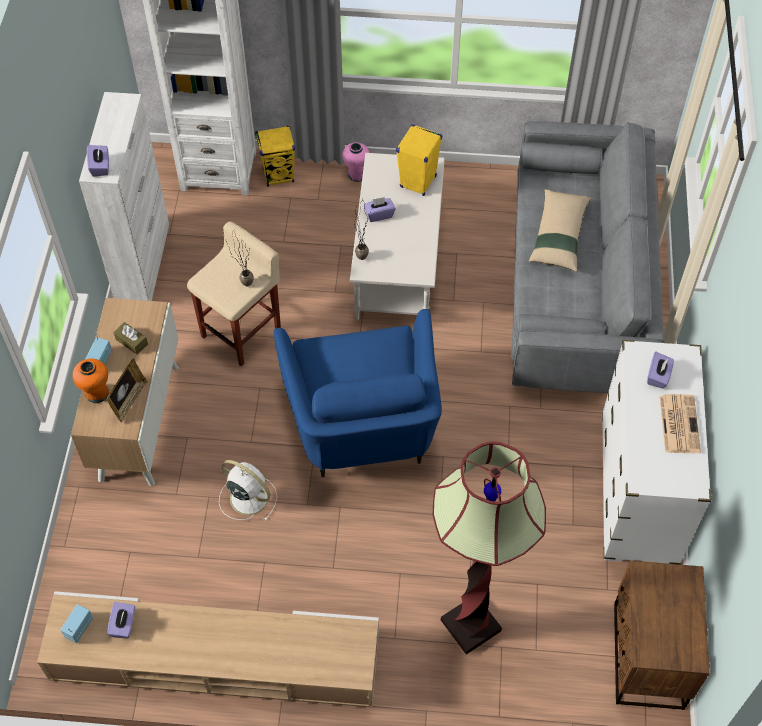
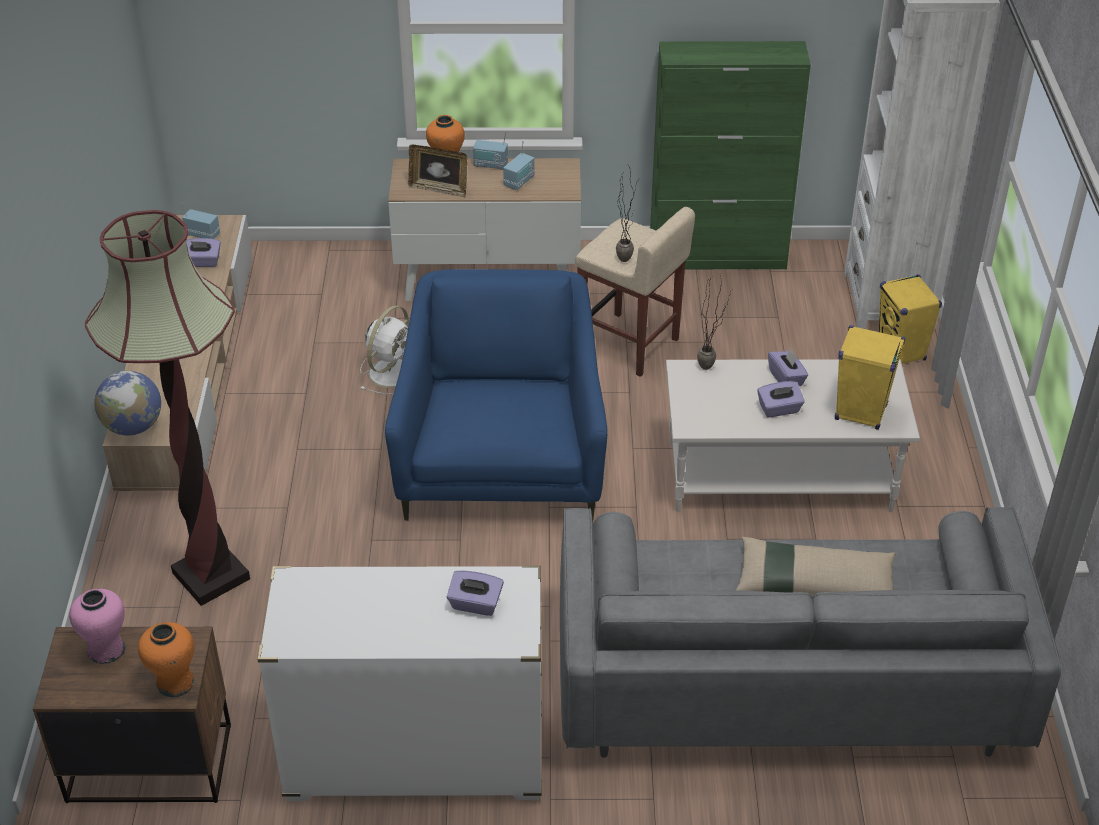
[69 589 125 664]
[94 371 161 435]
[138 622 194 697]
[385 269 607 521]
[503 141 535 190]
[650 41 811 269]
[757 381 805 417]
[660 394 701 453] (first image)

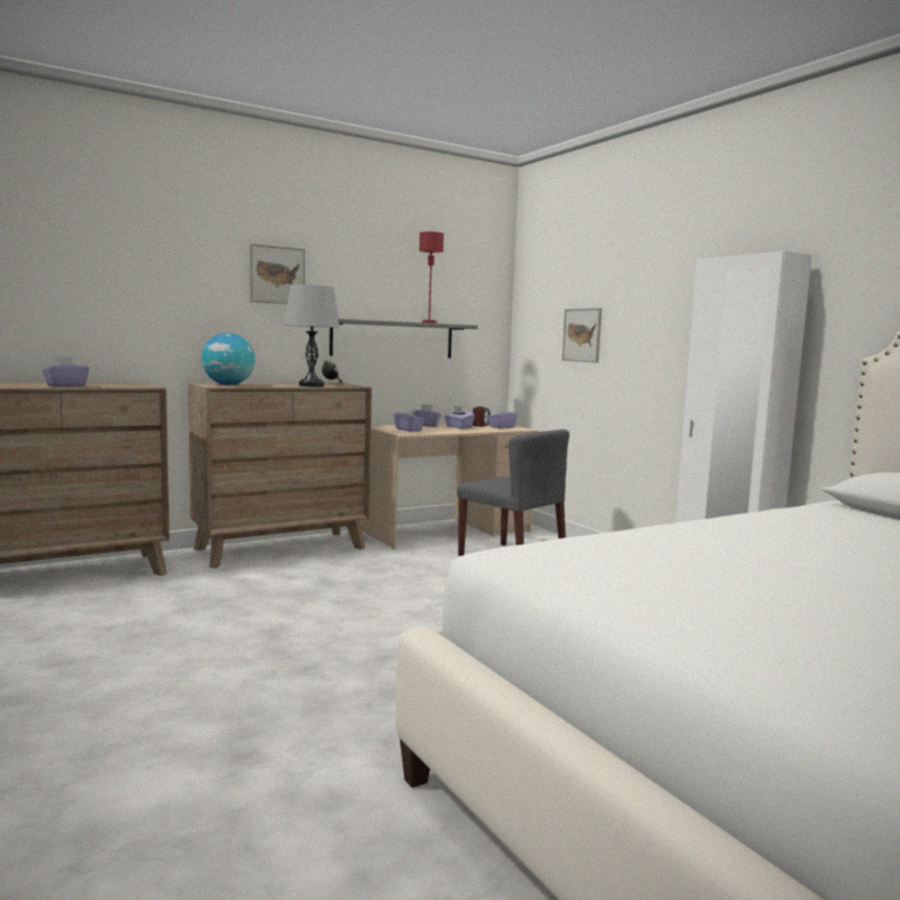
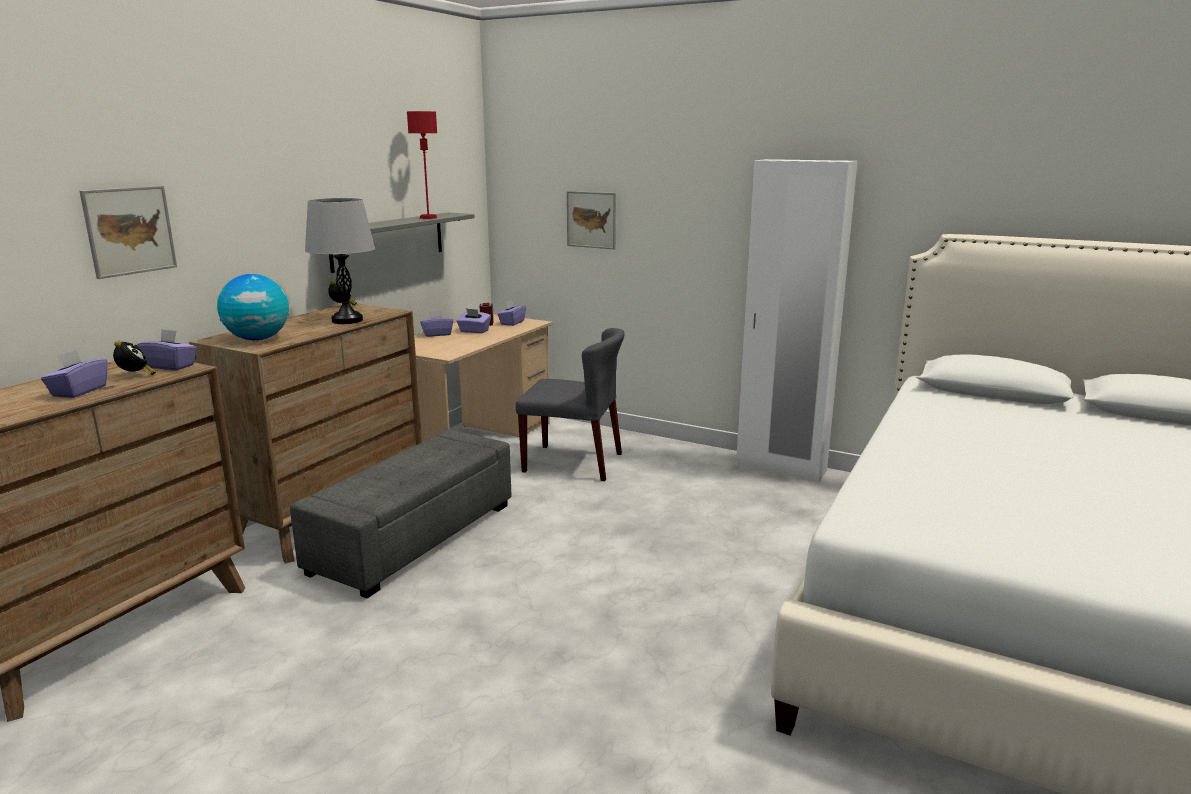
[79 186 177 279]
[113 341 156 375]
[137 329 197 370]
[290 430 512 598]

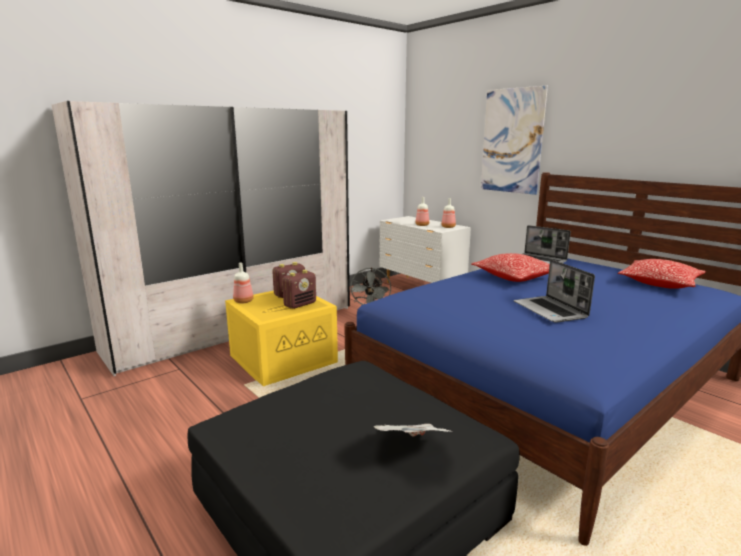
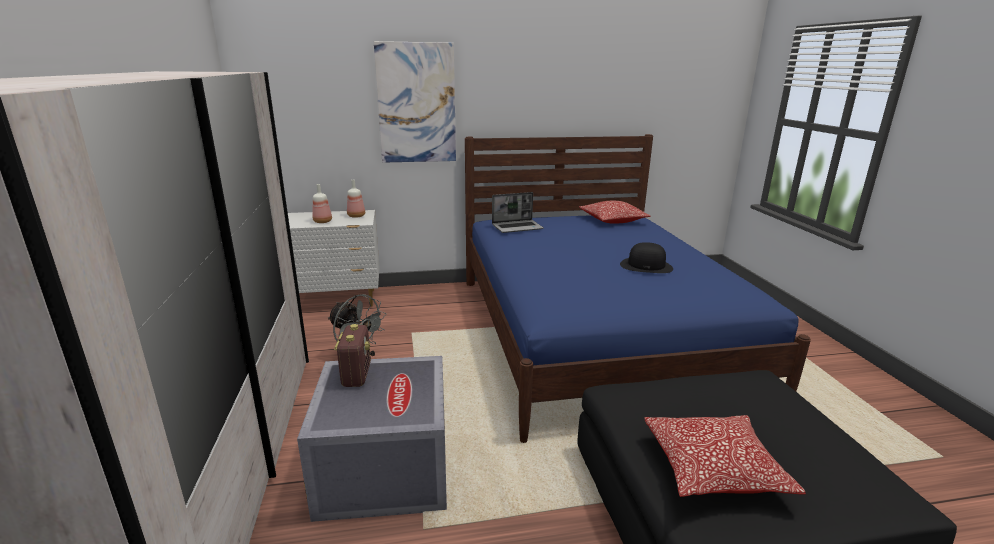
[297 356 447 522]
[620 242 673 273]
[644 415 806 497]
[233 263 254 303] (first image)
[282 270 316 309] (first image)
[373 424 451 437] (first image)

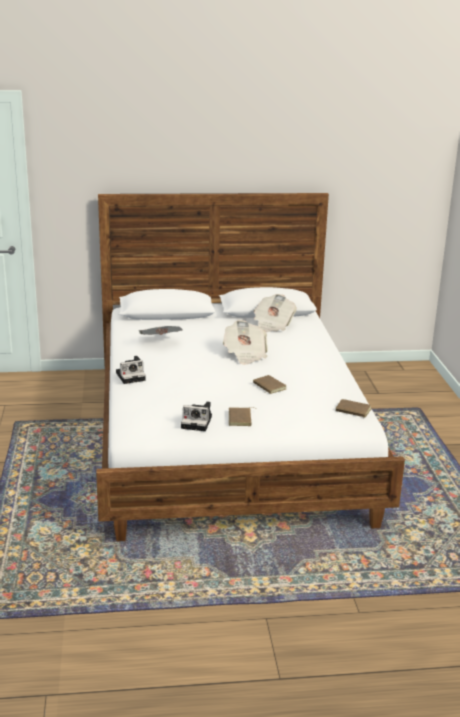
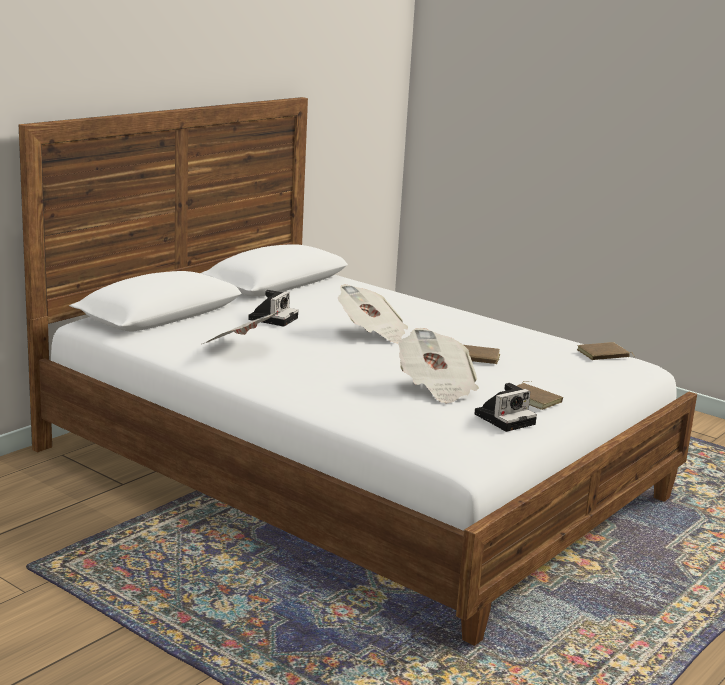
[248 290 298 327]
[398 328 479 404]

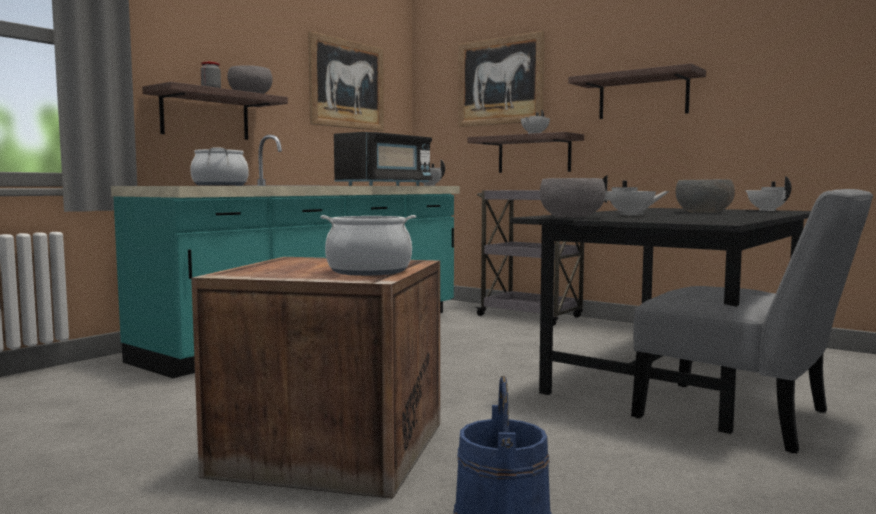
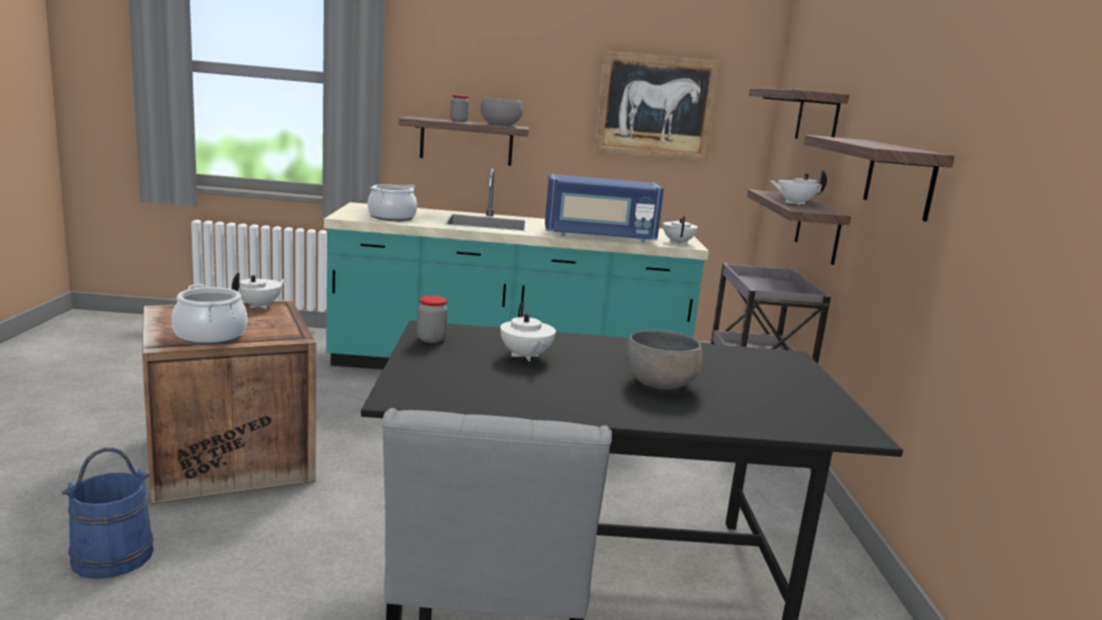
[232 273 287 309]
[417 296 448 343]
[545 174 664 243]
[749 88 849 139]

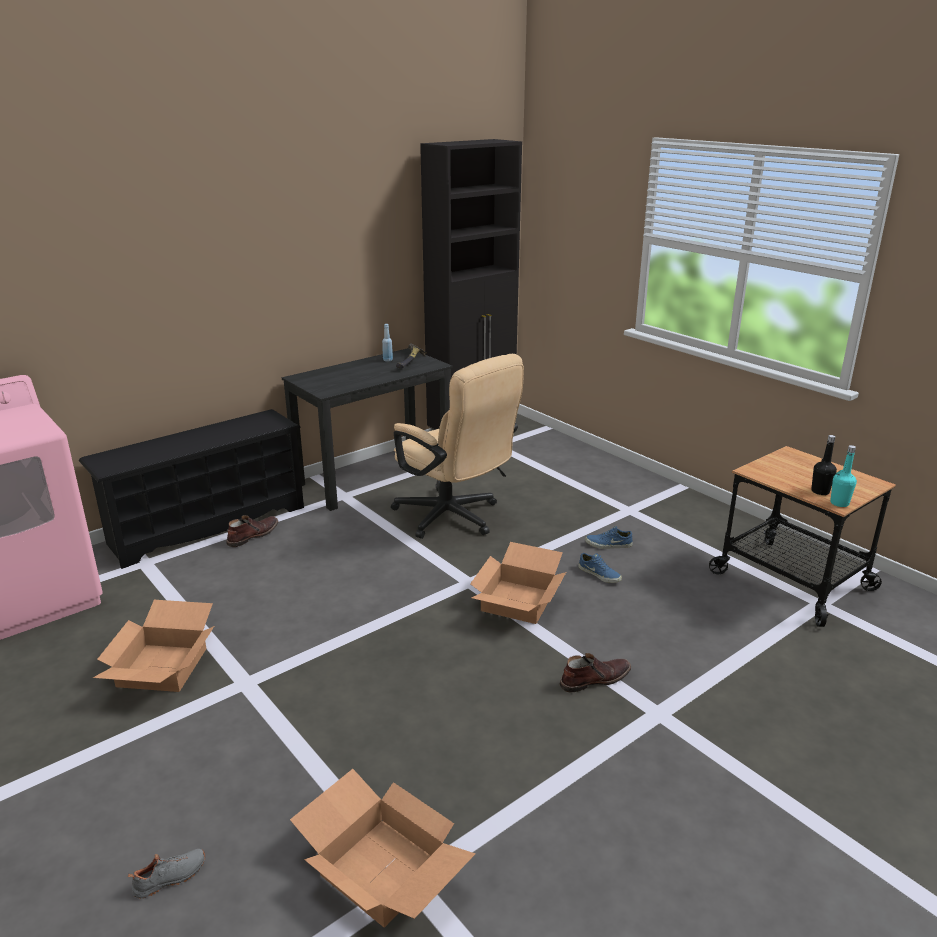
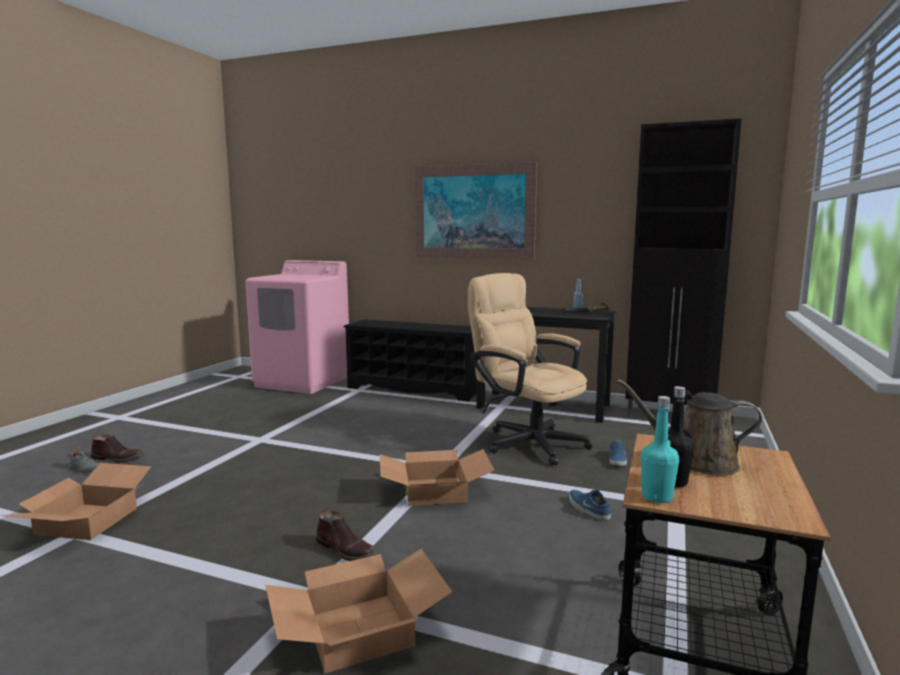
[91 434 144 462]
[265 549 452 673]
[415 162 537 259]
[468 273 592 465]
[610 440 627 466]
[617 379 762 475]

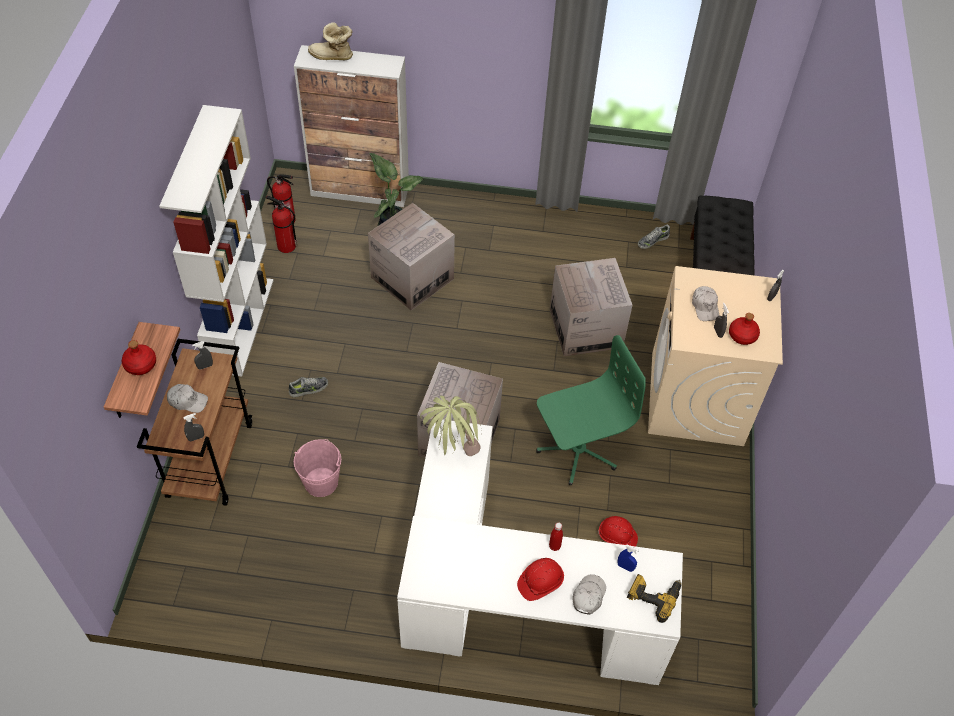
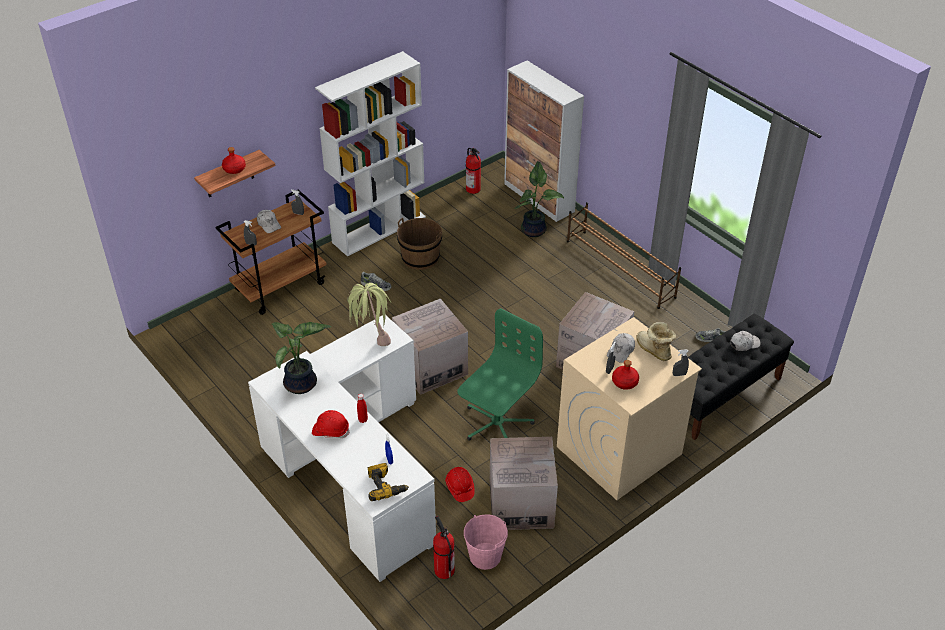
[272 322 331 394]
[397 217 442 270]
[433 516 455 579]
[457 308 543 441]
[464 514 508 570]
[490 437 558 530]
[567 202 681 309]
[636 322 676 361]
[730 331 761 351]

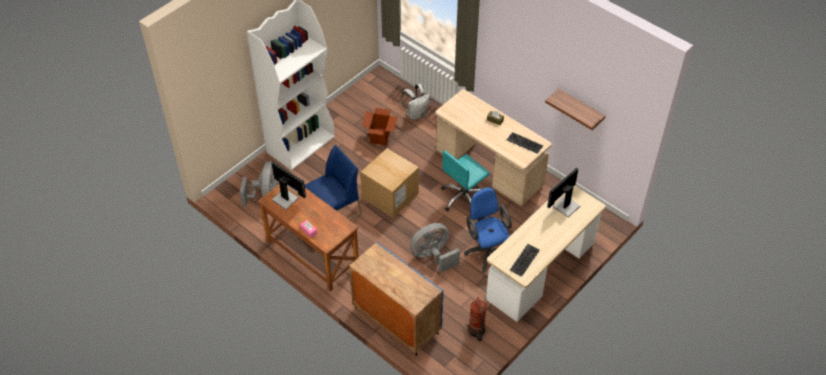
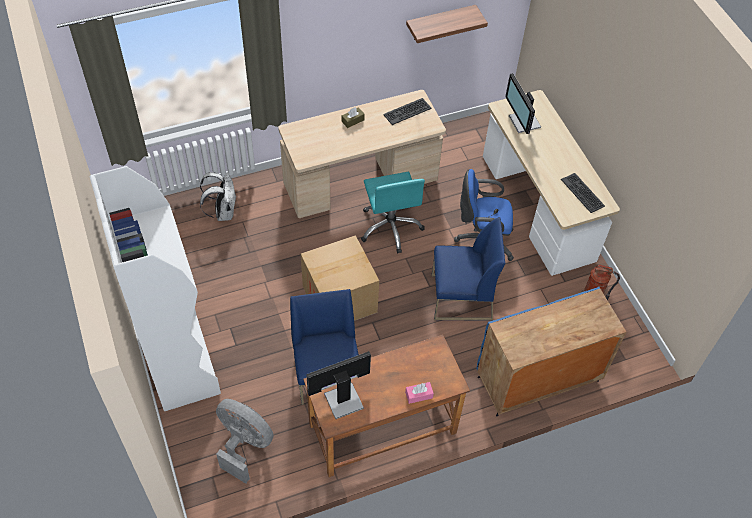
[432 217 505 321]
[361 108 398 146] (first image)

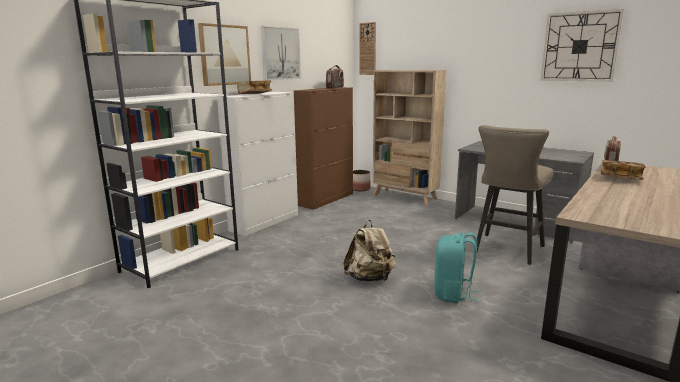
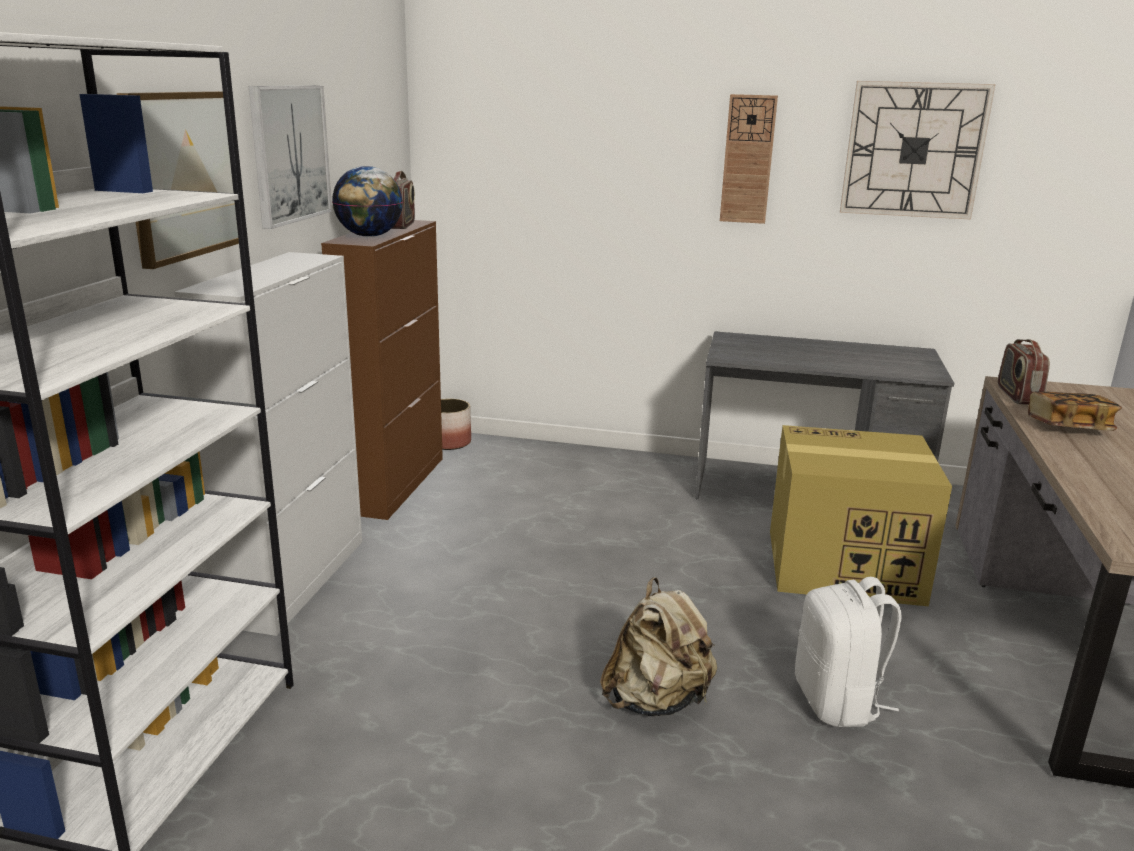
[332 166 403 237]
[720 94 778 224]
[770 425 952 606]
[795 577 902 727]
[237 80 272 94] (first image)
[373 70 446 206] (first image)

